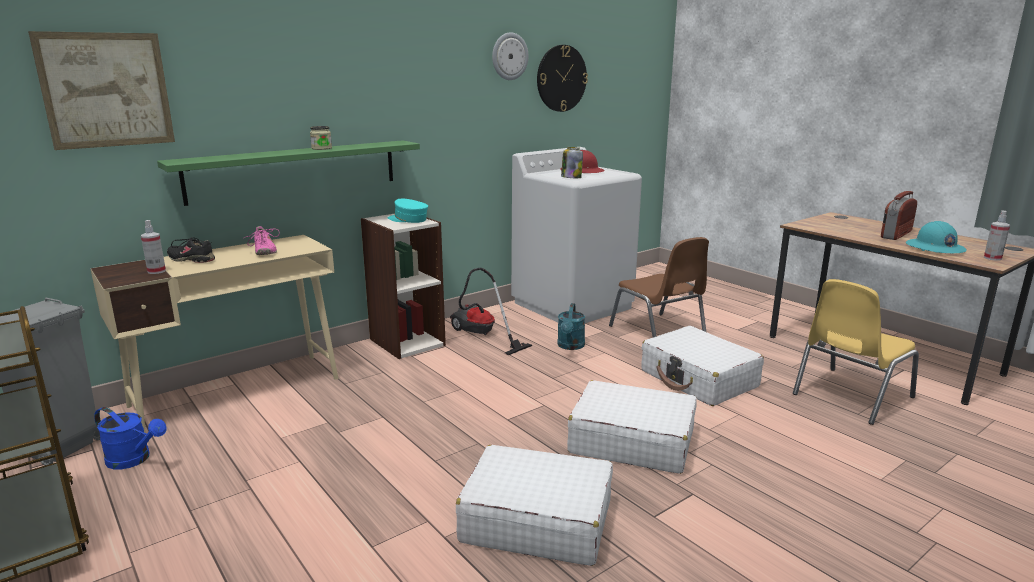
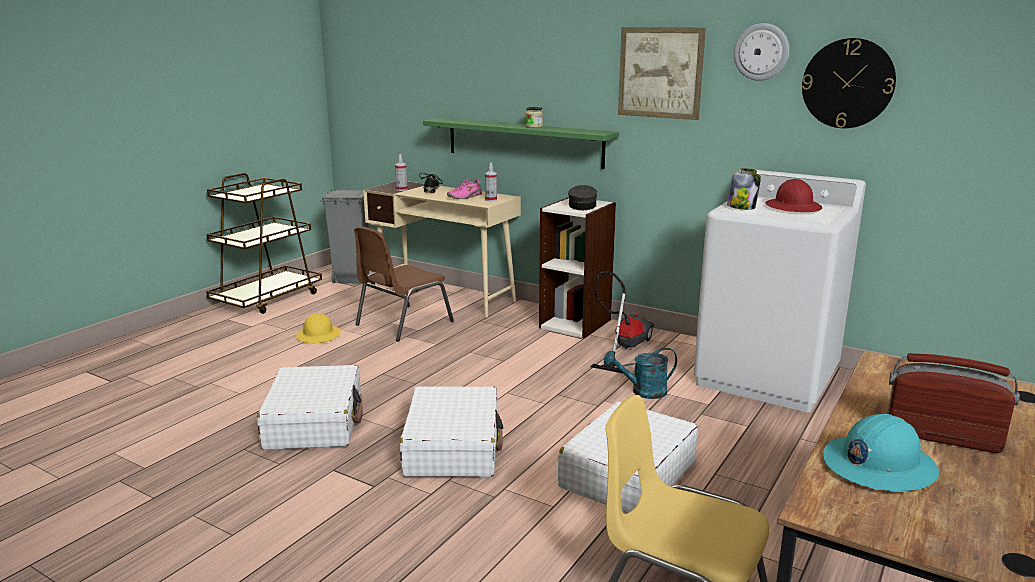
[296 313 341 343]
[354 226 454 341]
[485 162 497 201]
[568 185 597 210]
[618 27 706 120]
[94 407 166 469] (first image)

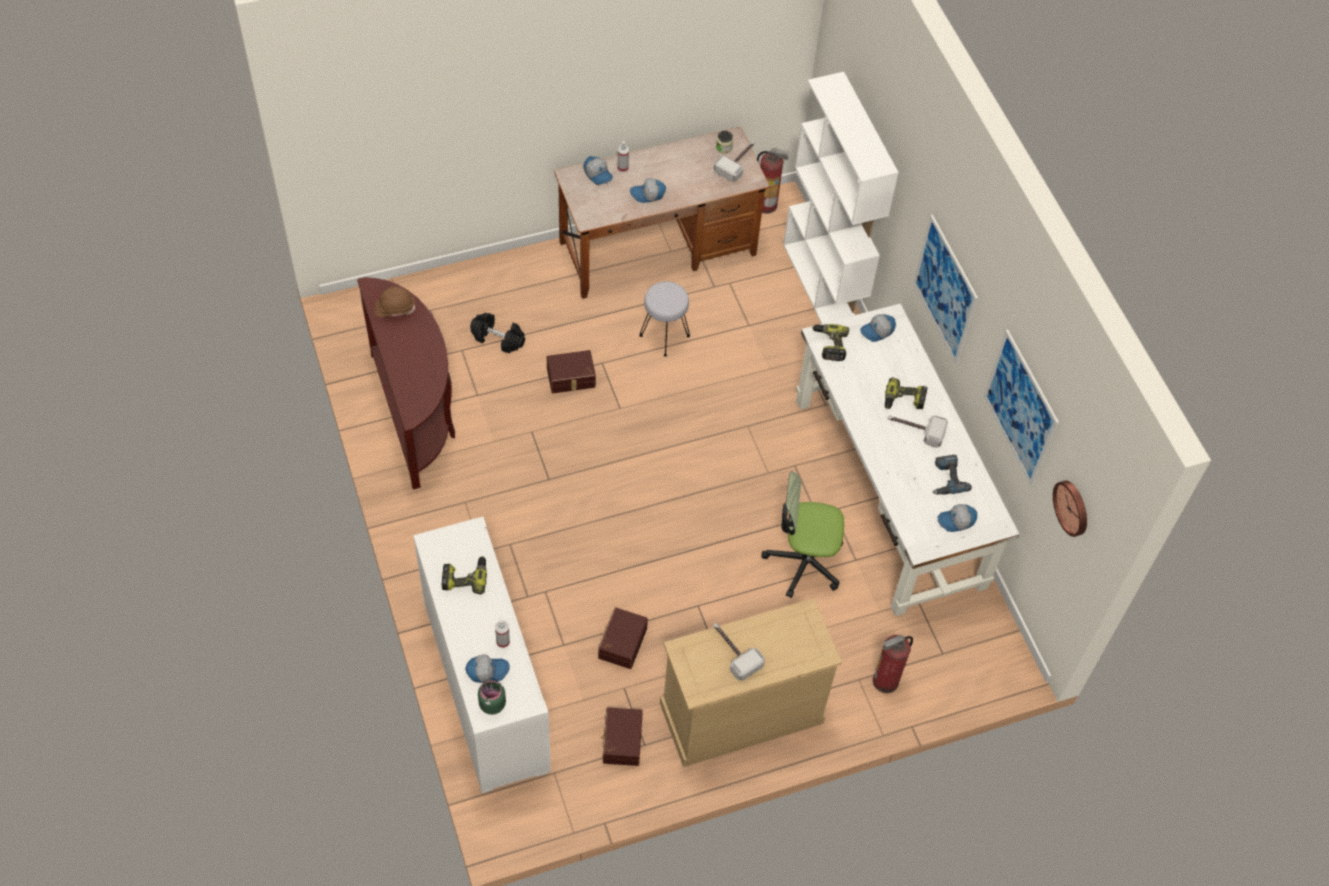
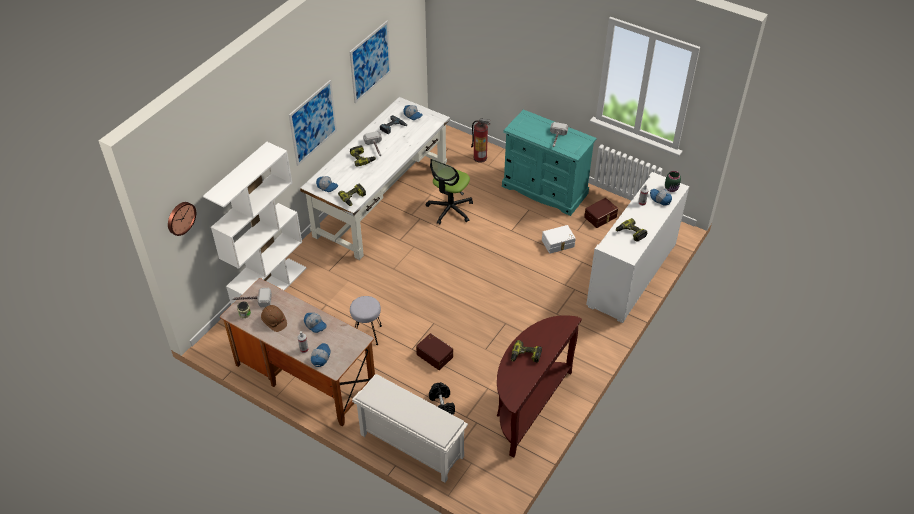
[168 202 196 236]
[261 305 287 332]
[352 374 468 483]
[426 159 473 224]
[502 109 597 216]
[511 340 542 363]
[542 225 576 254]
[757 148 789 214] (first image)

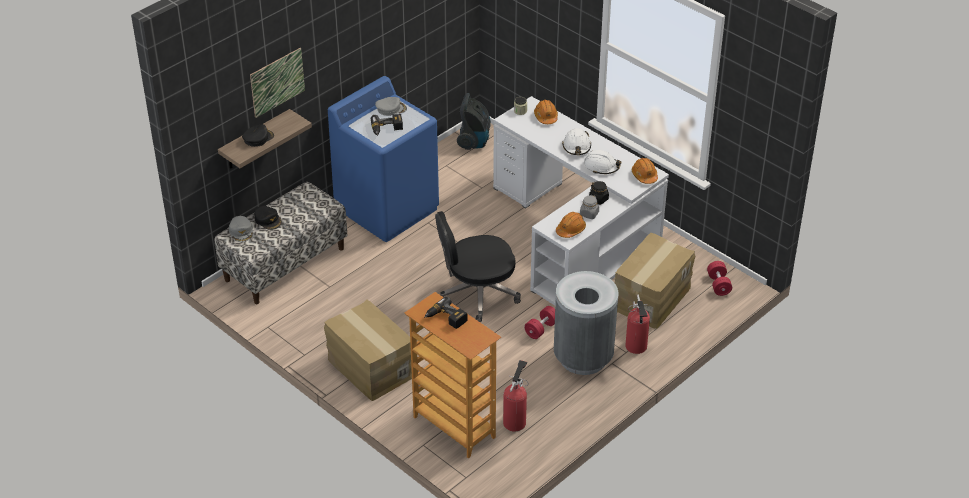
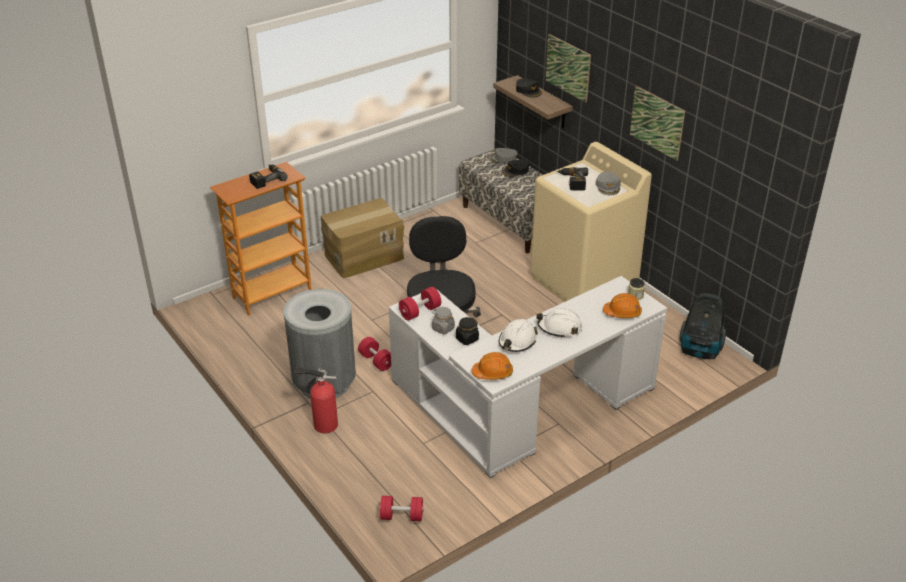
[399 287 441 320]
[531 142 652 302]
[630 86 685 161]
[503 360 528 432] (first image)
[614 233 695 329] (first image)

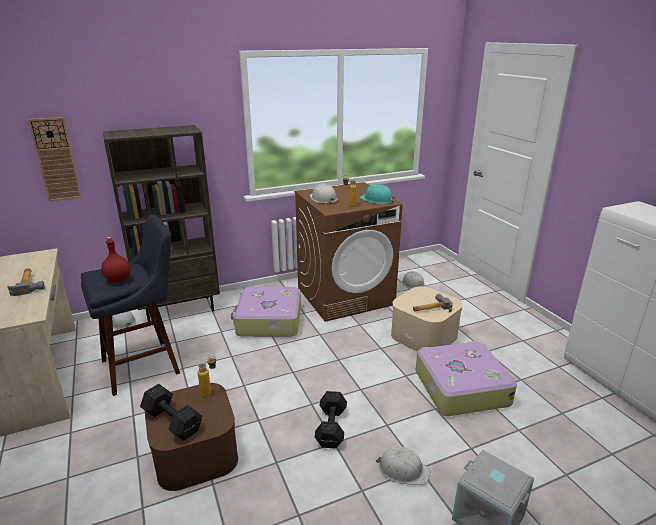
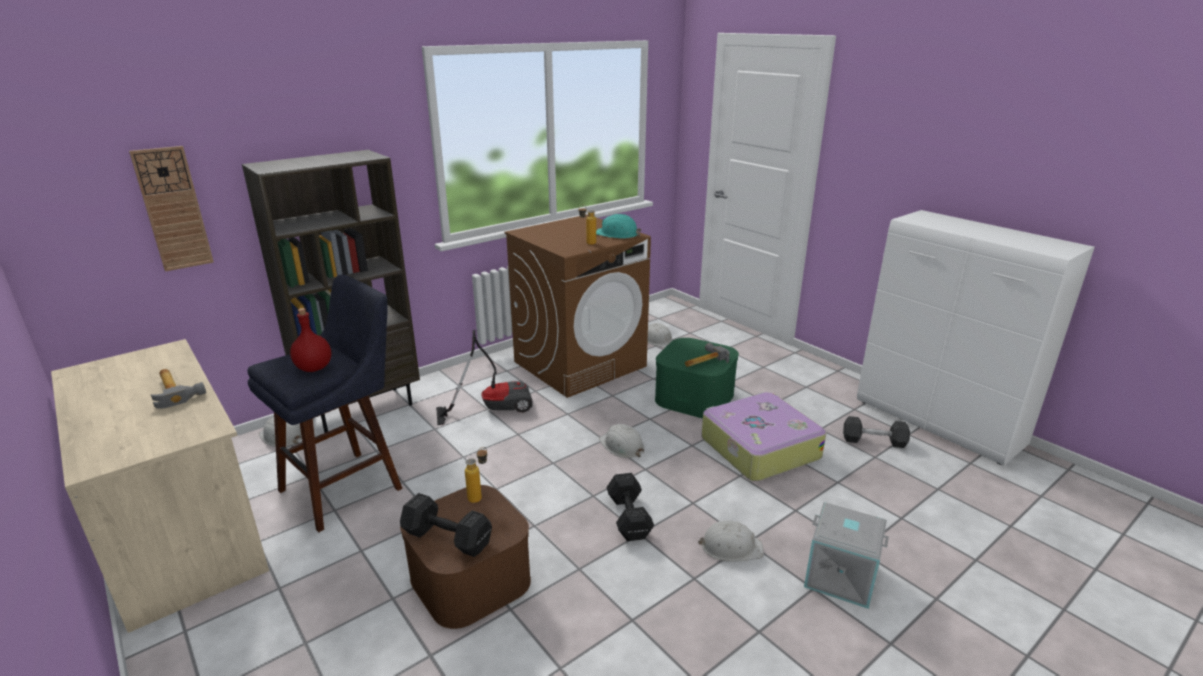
[436 330 533 425]
[599 424 644 458]
[655 338 739 418]
[843 416 910 448]

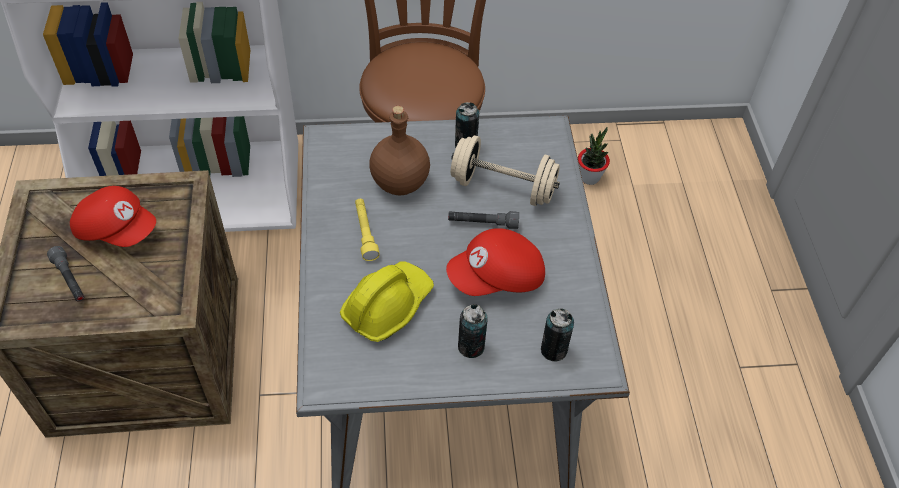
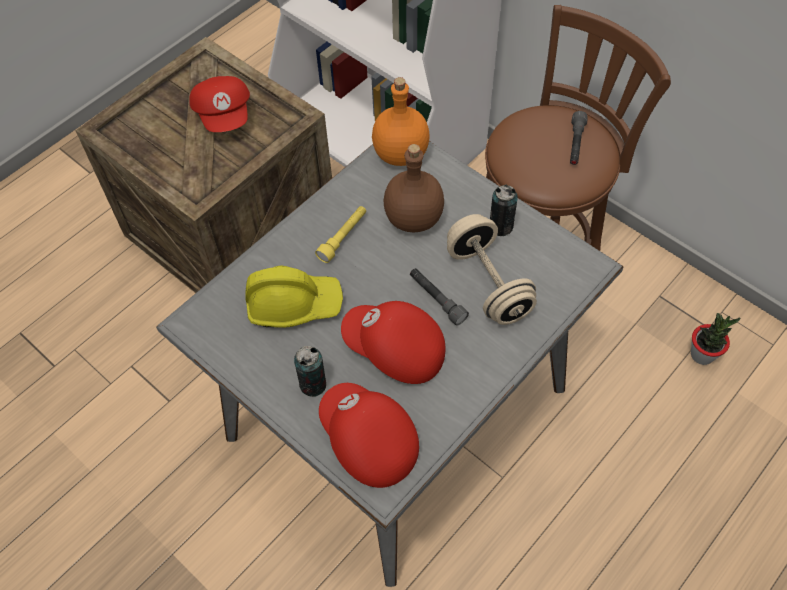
[319 383 419 488]
[372 77 430 166]
[570 111 588 165]

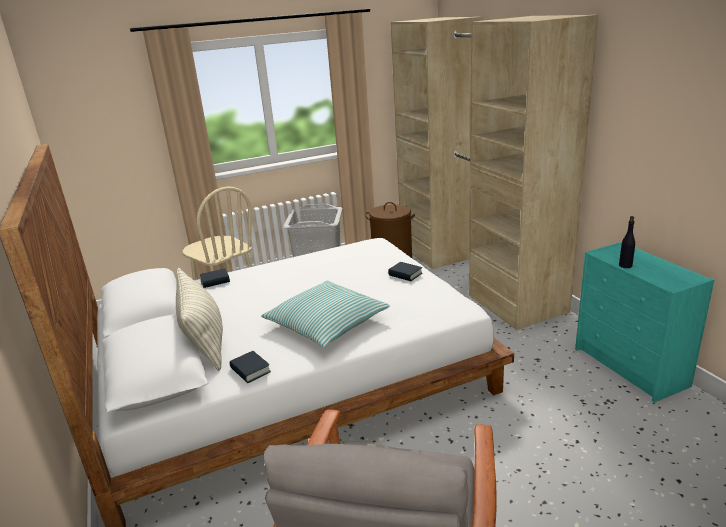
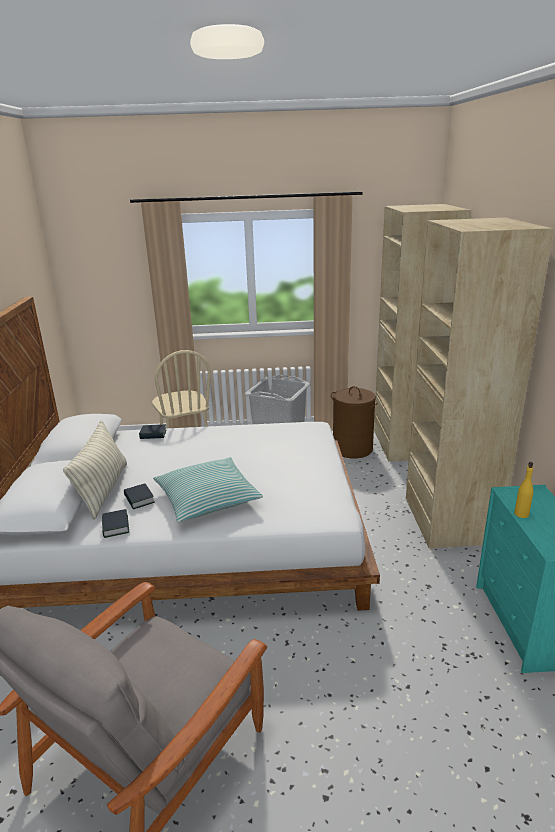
[124 483 155 509]
[514 462 533 518]

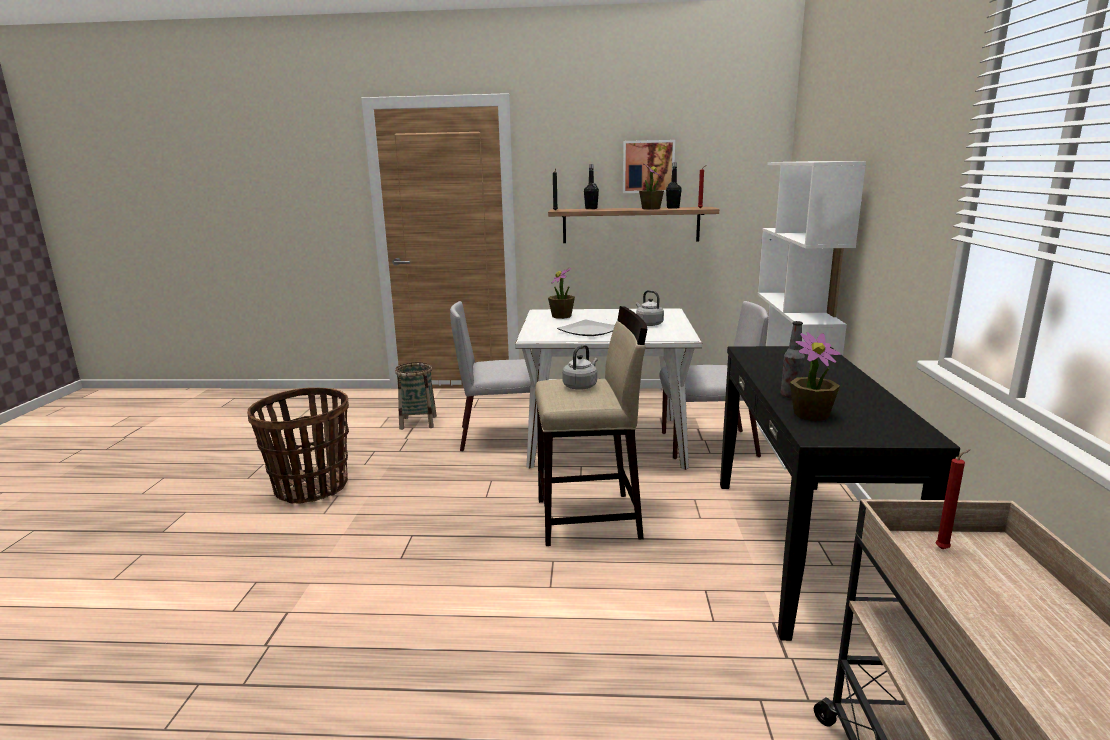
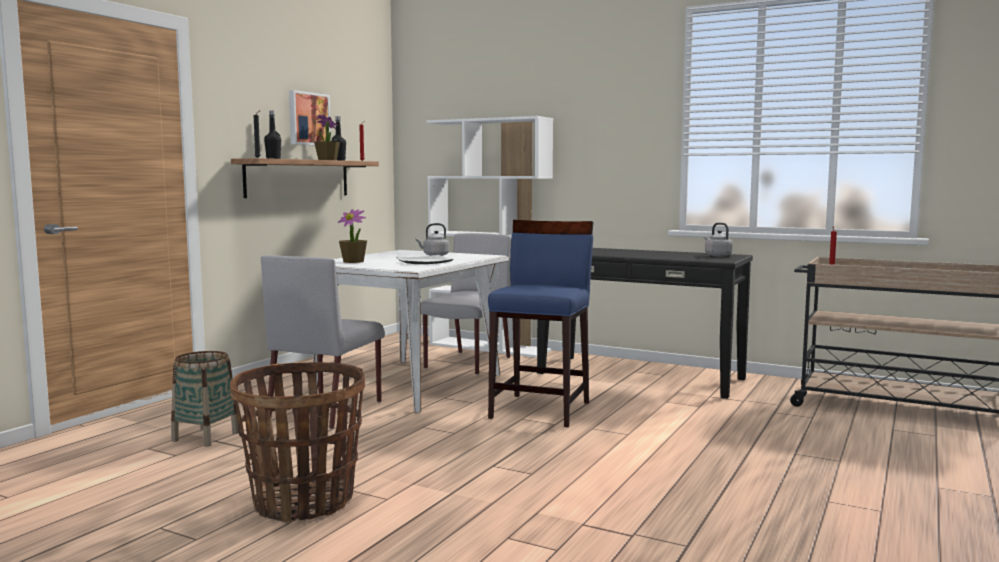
[488 220 593 427]
[704 223 733 257]
[781 321 805 398] (first image)
[790 332 841 421] (first image)

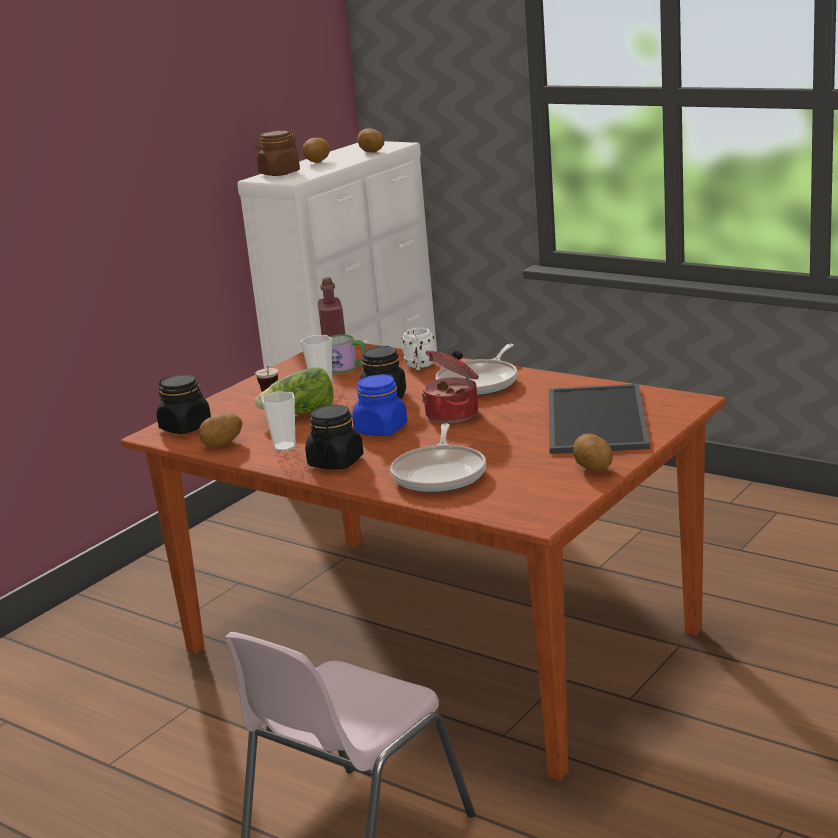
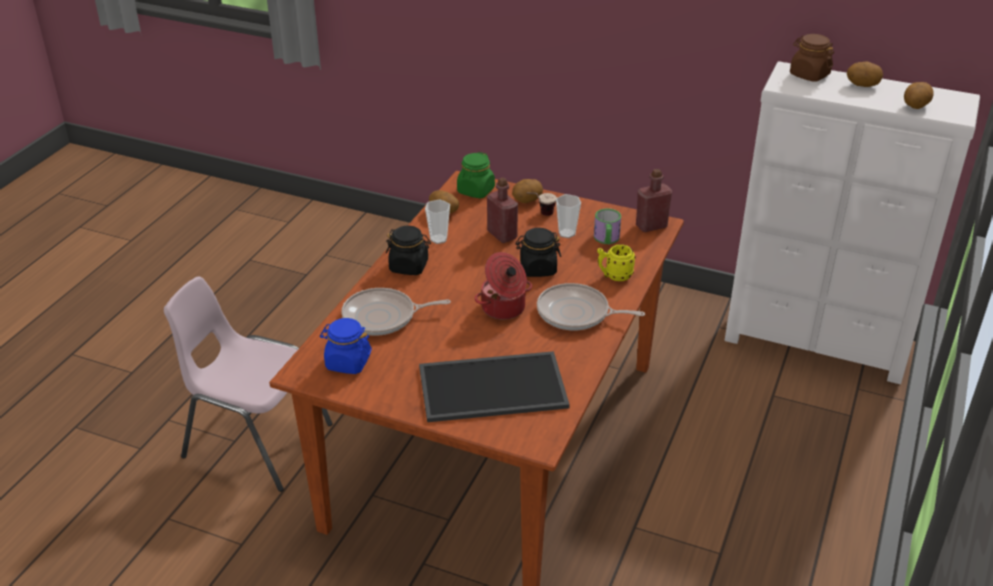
[320 318 372 374]
[457 152 495 198]
[487 177 518 243]
[512 179 543 203]
[597 244 636 281]

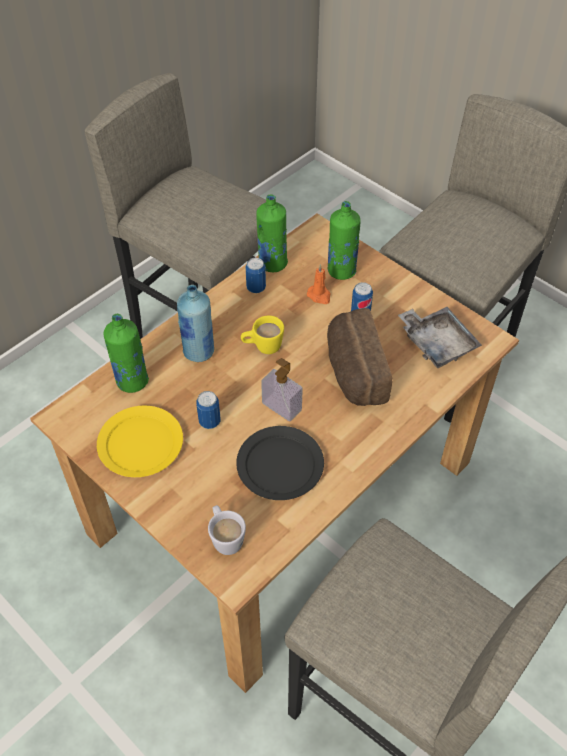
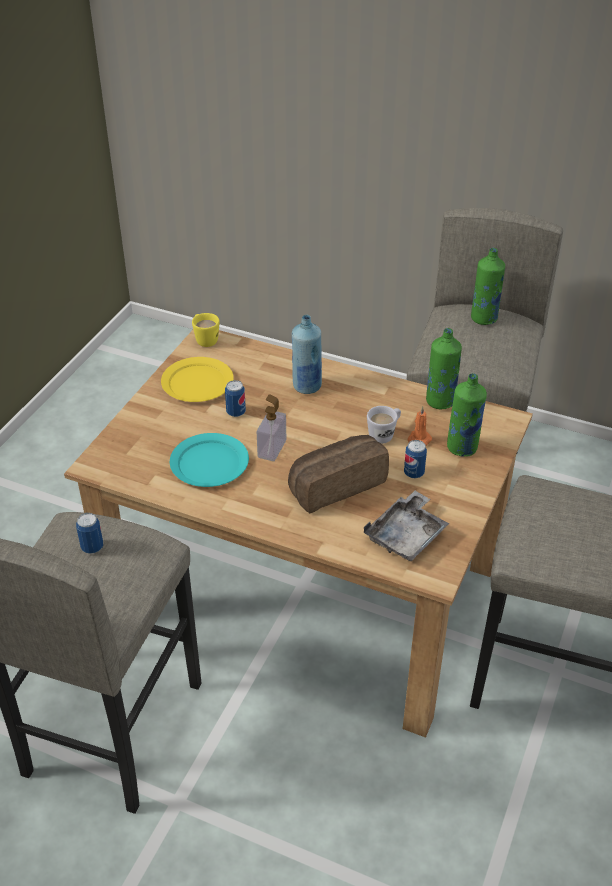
[76 513 103 554]
[170 433 249 487]
[192 313 220 347]
[367 406 401 444]
[471 248 505 325]

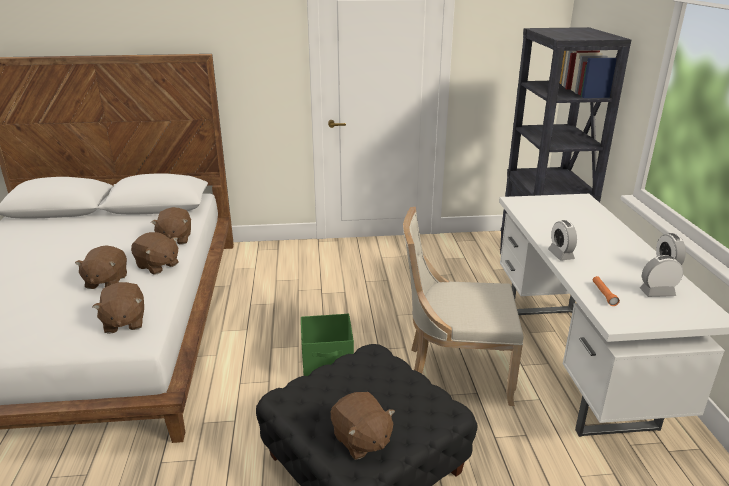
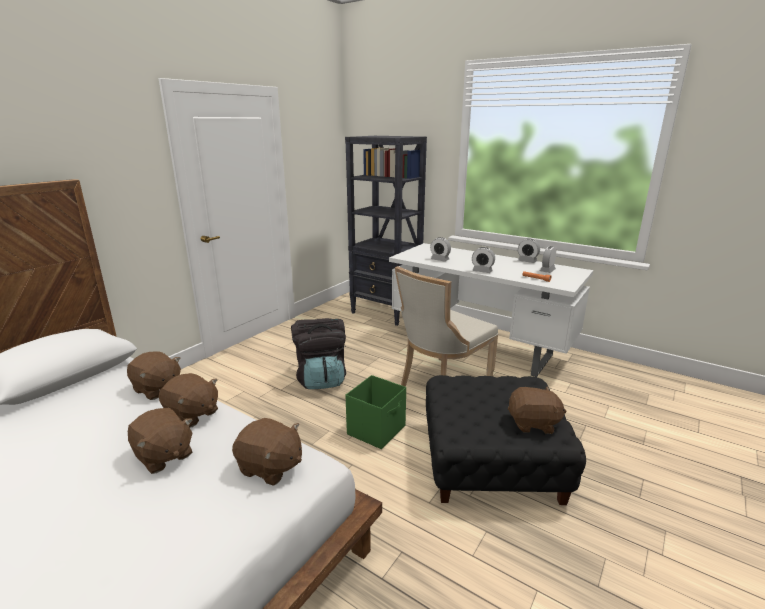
[159 373 218 428]
[291 318 346 389]
[430 237 451 262]

